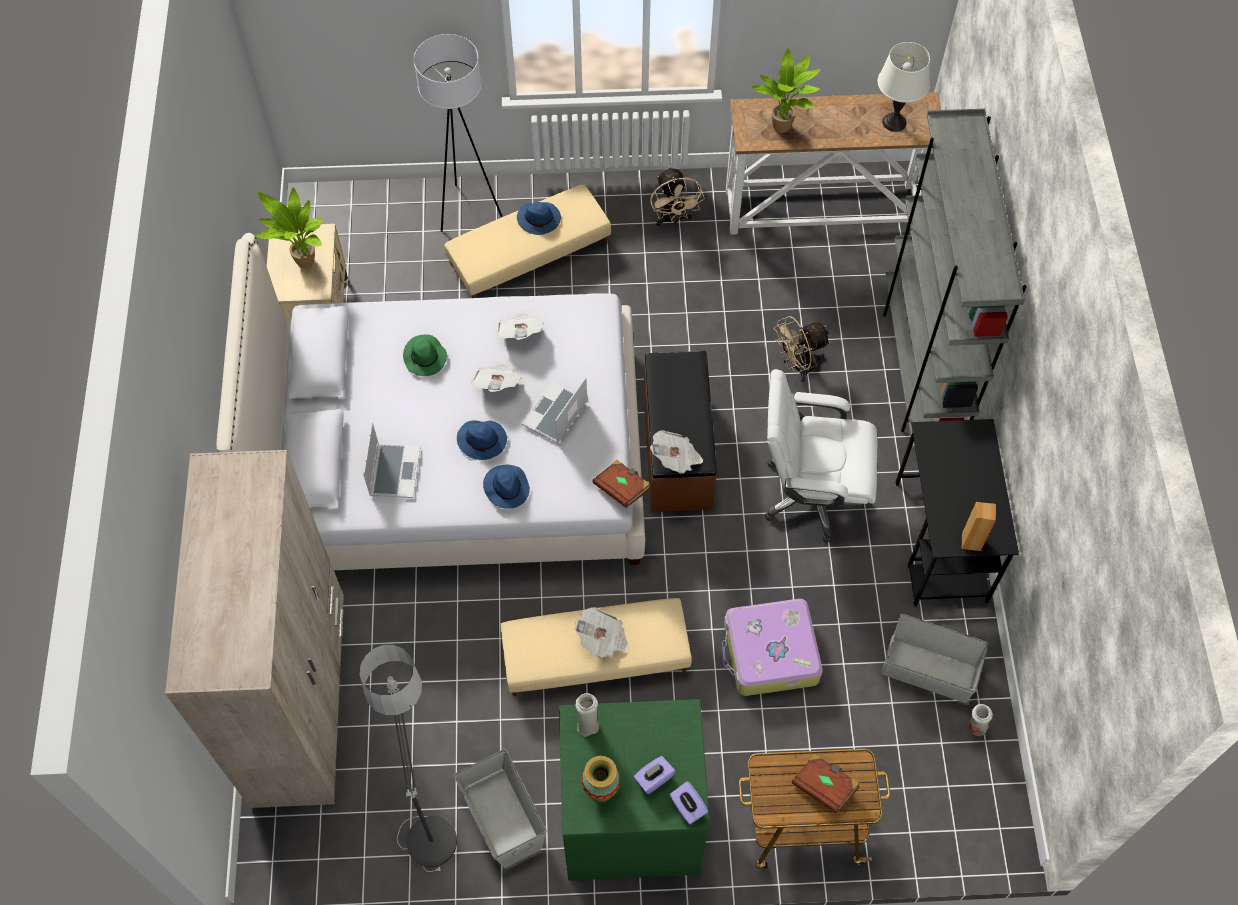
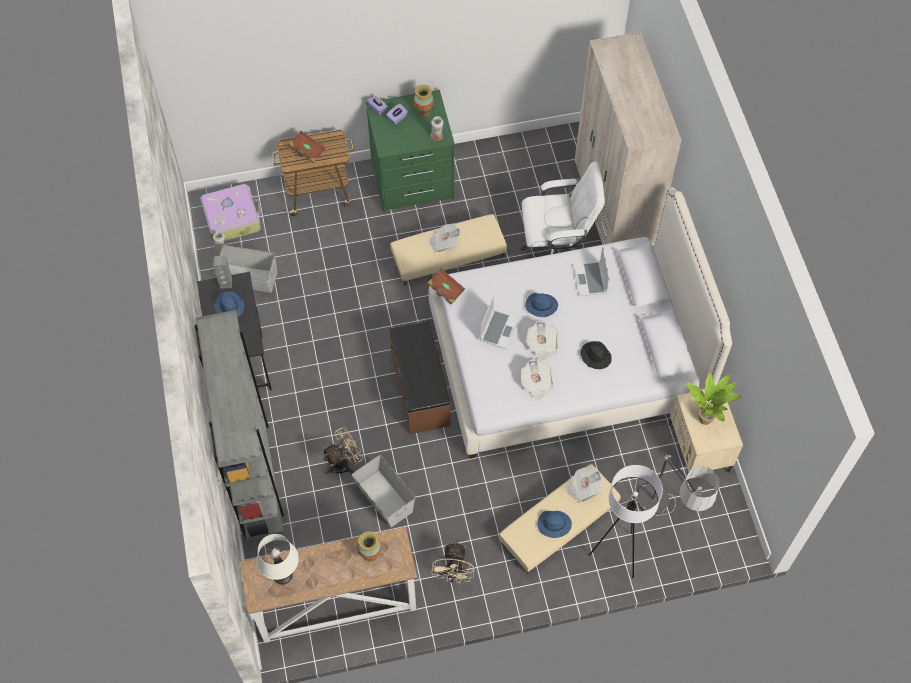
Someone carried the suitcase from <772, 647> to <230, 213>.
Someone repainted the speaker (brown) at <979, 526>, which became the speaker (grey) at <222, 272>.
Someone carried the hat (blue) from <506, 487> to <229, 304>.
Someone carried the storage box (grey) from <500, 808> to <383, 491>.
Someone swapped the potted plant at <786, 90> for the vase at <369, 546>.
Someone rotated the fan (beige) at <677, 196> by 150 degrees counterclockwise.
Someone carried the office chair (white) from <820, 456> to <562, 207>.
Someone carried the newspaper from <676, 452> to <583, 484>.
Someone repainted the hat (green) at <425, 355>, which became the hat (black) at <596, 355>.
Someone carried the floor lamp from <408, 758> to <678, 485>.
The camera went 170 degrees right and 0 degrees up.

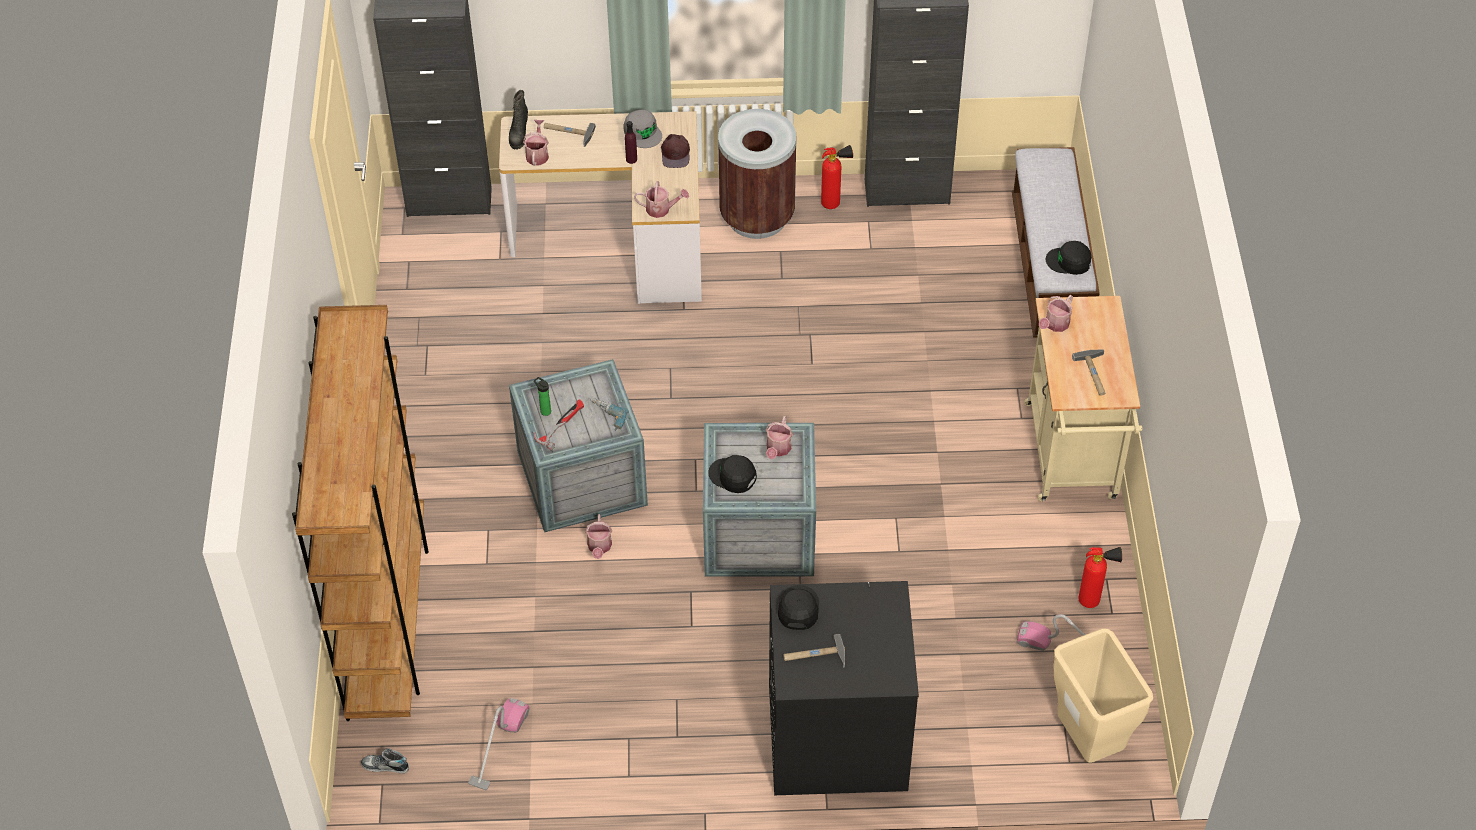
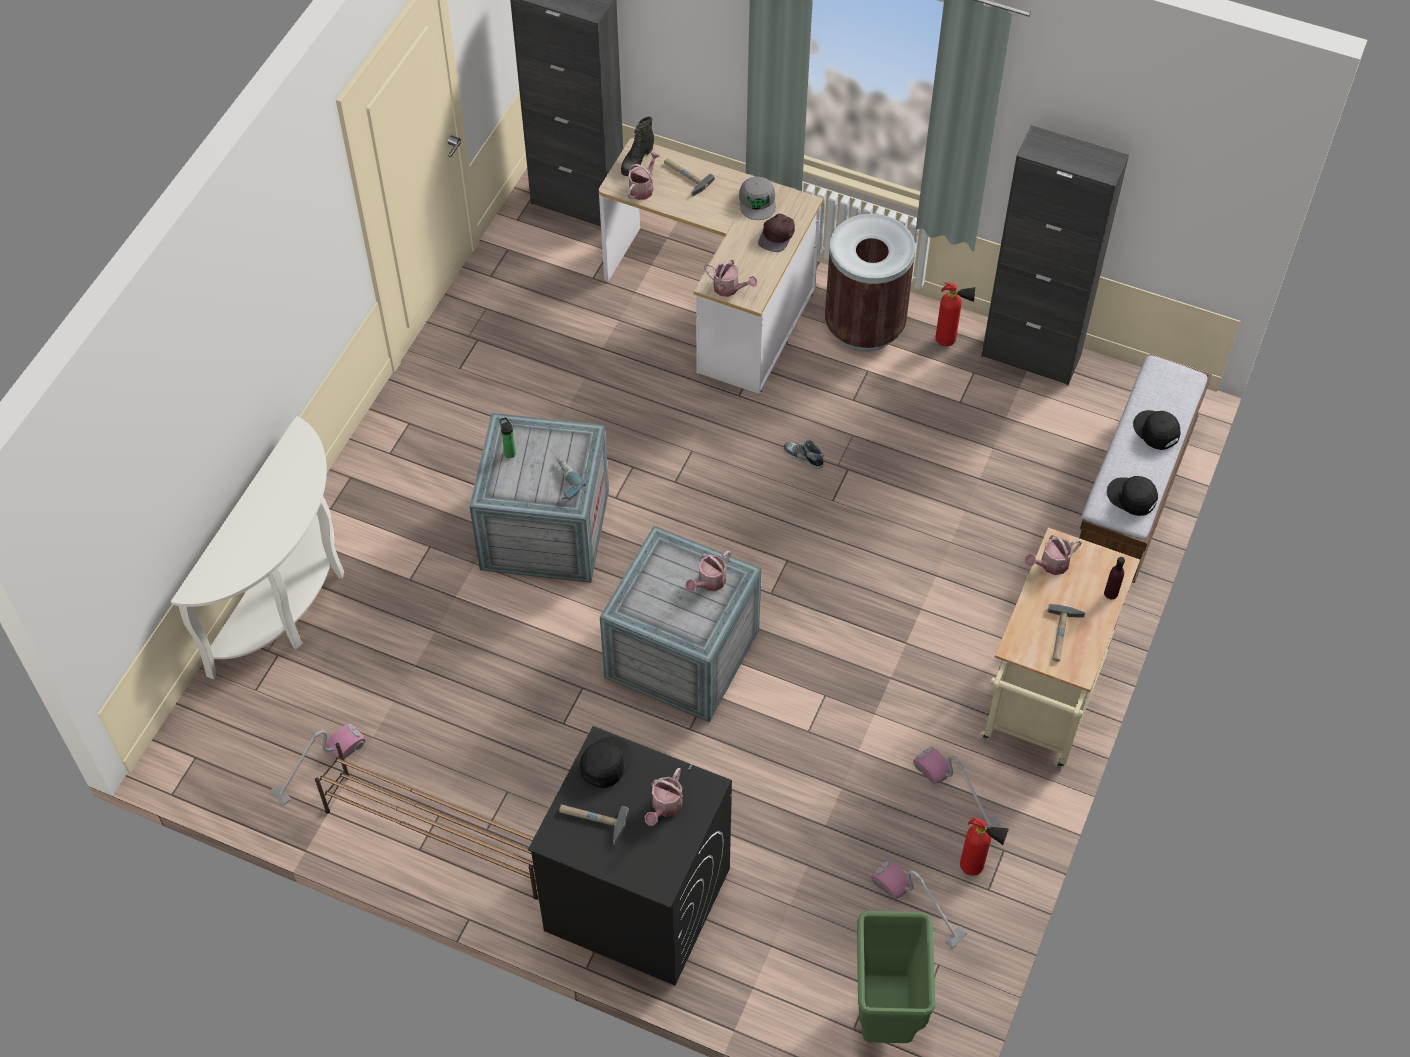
Someone swapped the bookcase (brown) at <360, 513> for the console table (white) at <257, 547>.
Someone put down the shoe rack (brown) at <426, 821>.
Someone carried the watering can from <598, 536> to <663, 797>.
Someone carried the shoe from <385, 761> to <803, 454>.
Someone repainted the trash can (beige) at <1103, 696>, which became the trash can (green) at <896, 977>.
Someone put down the vacuum cleaner at <957, 787>.
Someone carried the bottle (purple) from <631, 142> to <1114, 578>.
Someone carried the cap (black) from <732, 474> to <1156, 430>.
Someone took away the hammer at <559, 424>.
The camera went 25 degrees right and 5 degrees up.

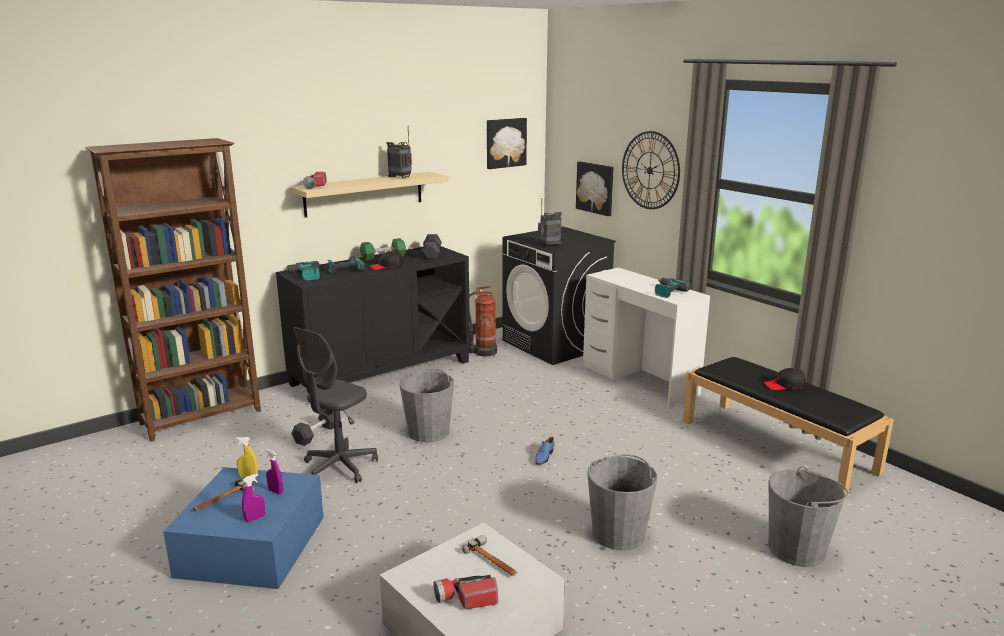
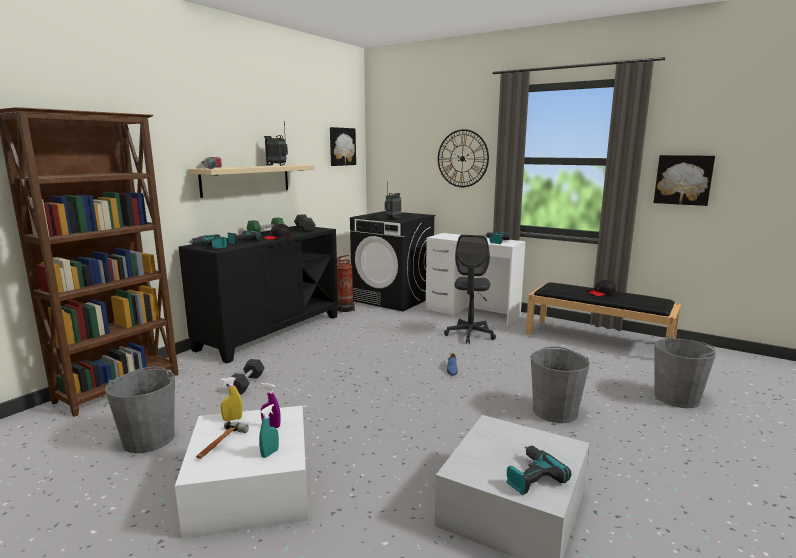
Someone carried the bucket (grey) from <427, 405> to <140, 409>.
Someone repainted the storage box (blue) at <243, 528>, which became the storage box (white) at <241, 472>.
Someone repainted the spray bottle (purple) at <253, 498>, which became the spray bottle (turquoise) at <269, 431>.
Someone carried the office chair (grey) from <336, 405> to <470, 289>.
Someone swapped the flashlight at <465, 592> for the power drill at <539, 470>.
Someone carried the picture from <595, 188> to <684, 180>.
Someone took away the hammer at <489, 555>.
The camera went 20 degrees left and 5 degrees down.

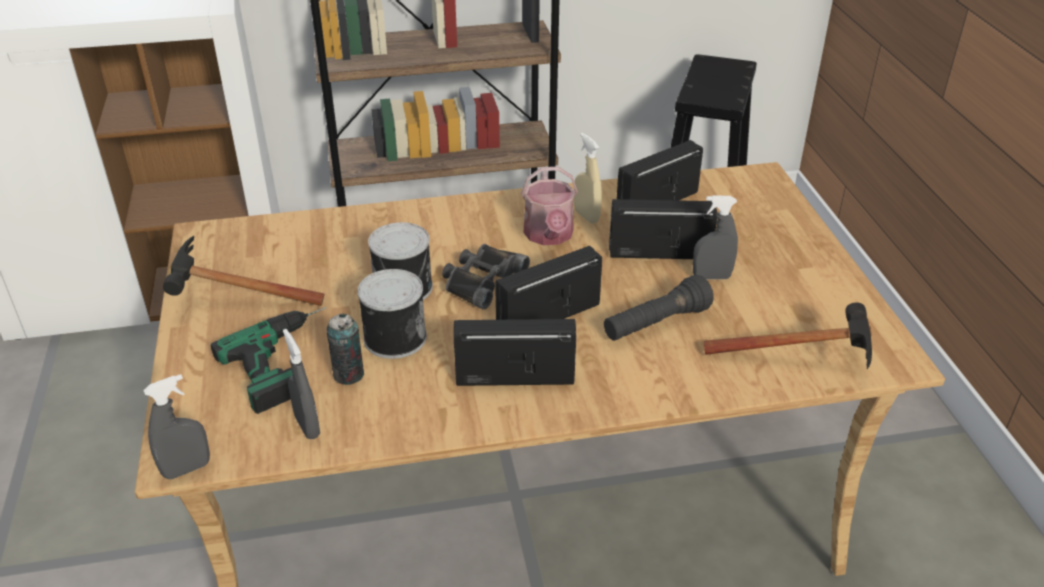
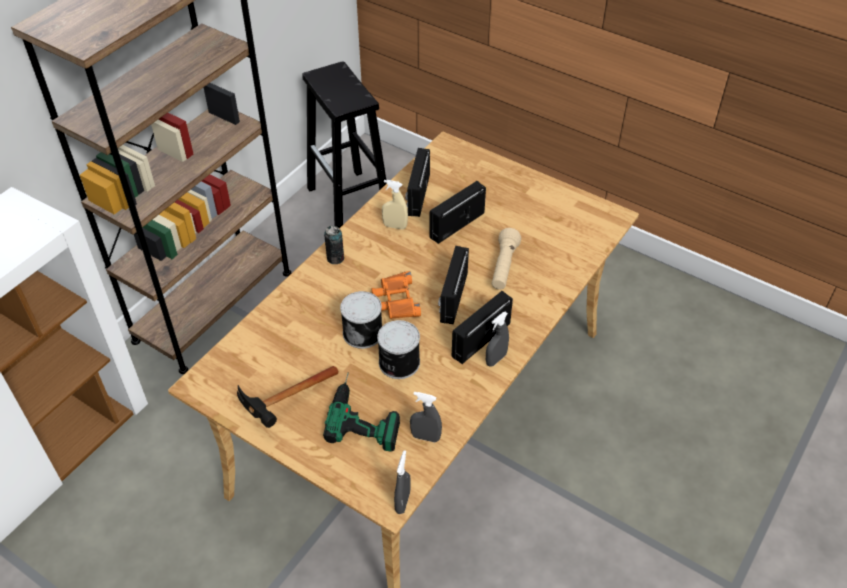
Someone carried the can from <345, 349> to <334, 244>.
Someone repainted the binoculars (black) at <486, 277>, which became the binoculars (orange) at <396, 295>.
Someone carried the spray bottle (grey) from <715, 237> to <497, 339>.
Someone repainted the flashlight (black) at <659, 308>, which became the flashlight (beige) at <506, 259>.
Someone took away the watering can at <549, 205>.
Someone took away the hammer at <788, 336>.
The camera went 45 degrees left and 10 degrees up.

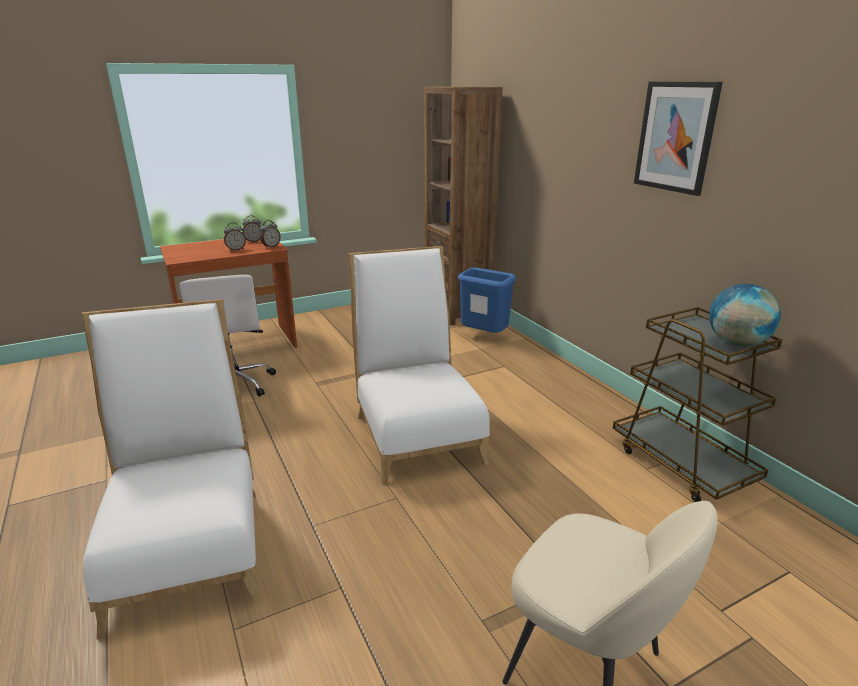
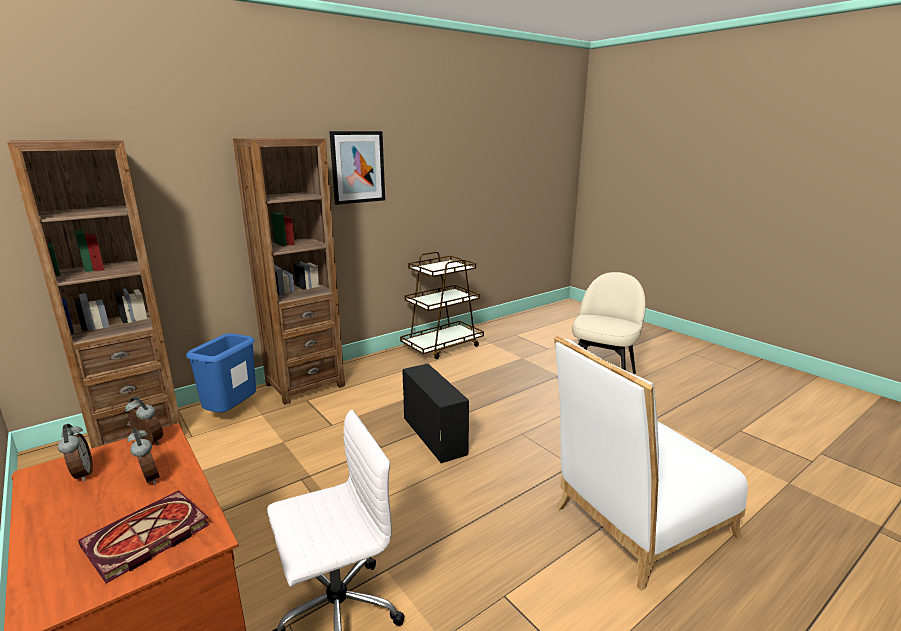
Someone put down the book at <144, 536>.
Someone put down the bookcase (brown) at <289, 271>.
Someone swapped the chair (white) at <418, 365> for the storage box (black) at <435, 413>.
Someone took away the globe at <745, 315>.
The camera went 100 degrees left and 5 degrees down.

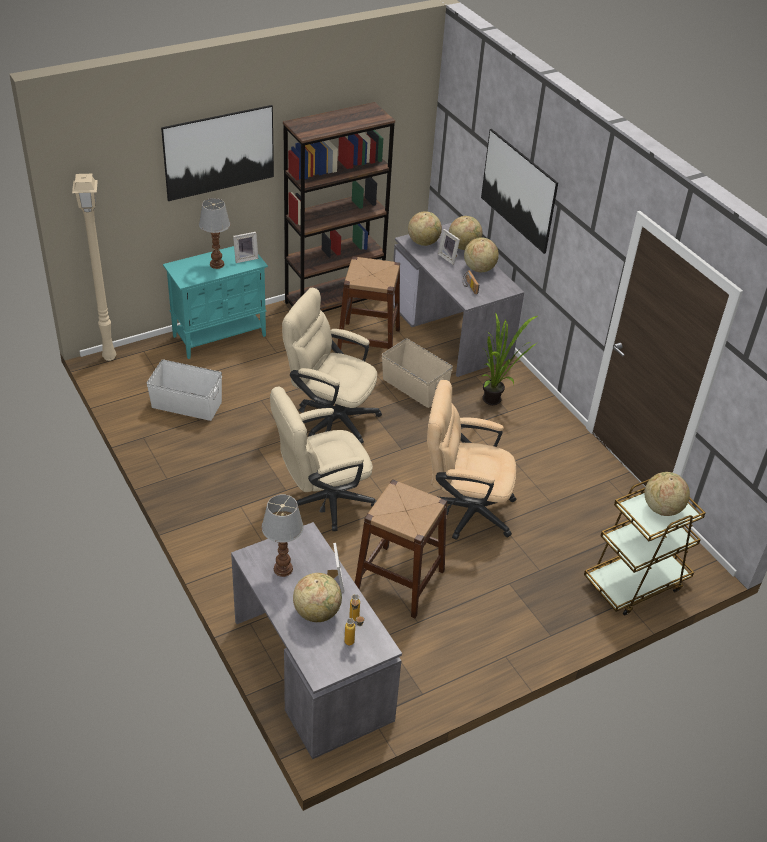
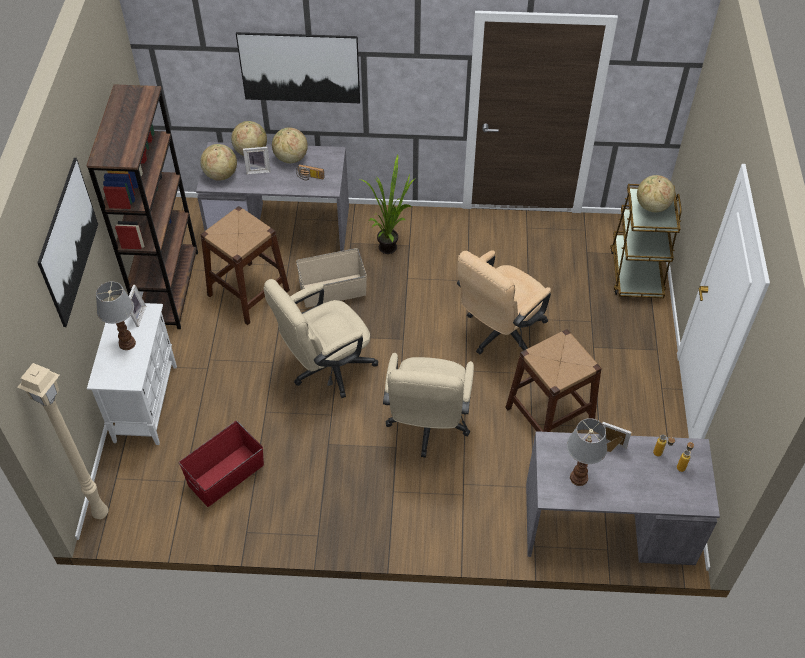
Someone repainted the cabinet (turquoise) at <215, 302>, which became the cabinet (white) at <132, 374>.
Someone repainted the storage box (white) at <184, 390>, which became the storage box (red) at <221, 464>.
Someone took away the globe at <317, 597>.
The camera went 55 degrees left and 10 degrees up.

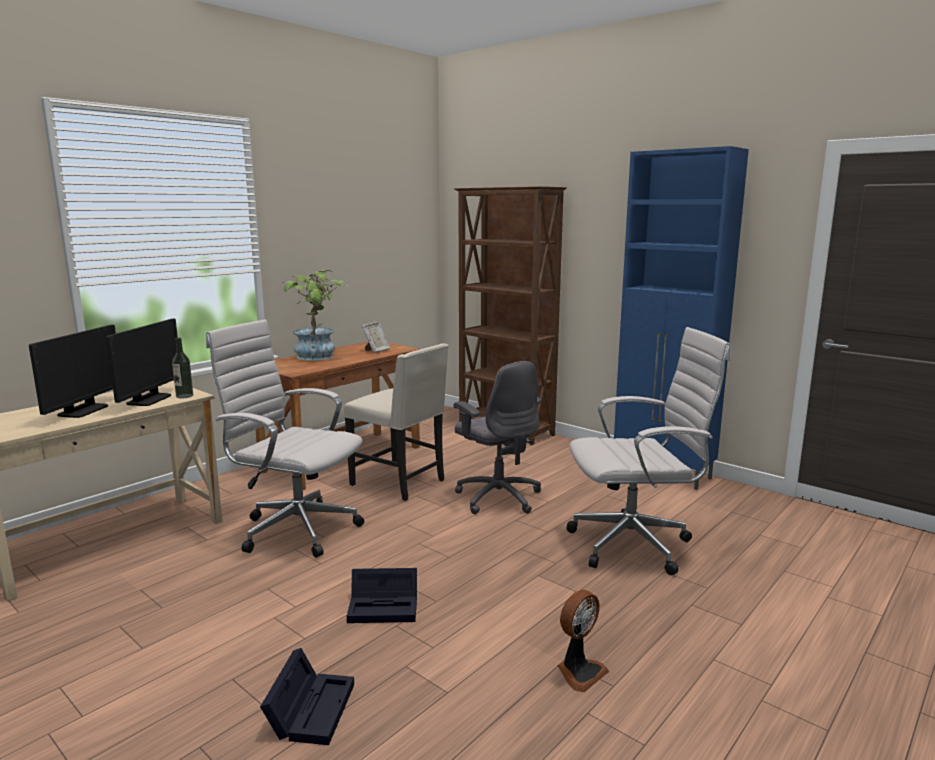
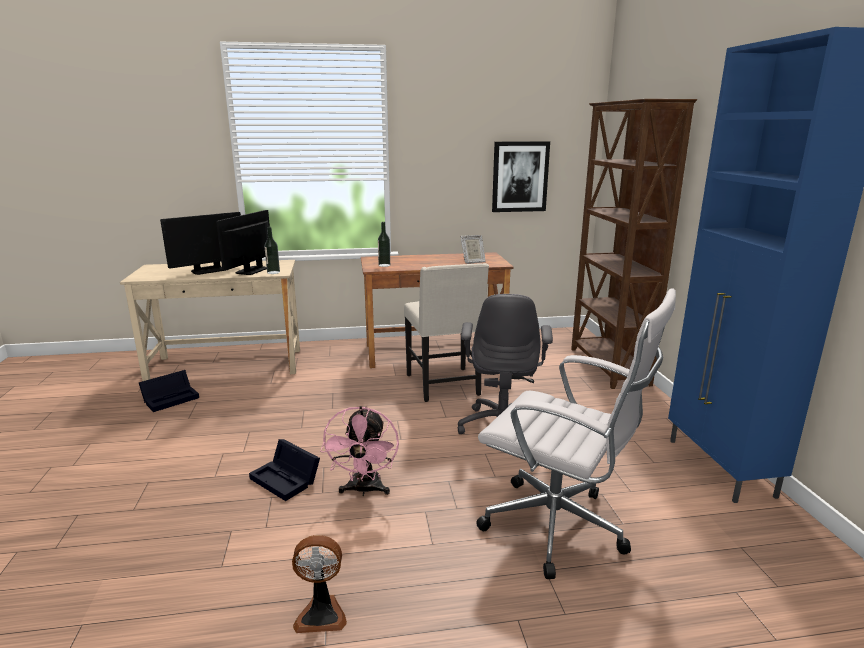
Someone carried the storage box (black) from <307, 696> to <169, 391>.
Someone rotated the monitor at <142, 362> by 150 degrees clockwise.
Someone put down the fan (pink) at <359, 451>.
Someone put down the bottle at <384, 244>.
Someone put up the picture at <521, 176>.
Someone took away the office chair (white) at <285, 438>.
Someone took away the potted plant at <316, 315>.
The camera went 40 degrees right and 5 degrees up.

